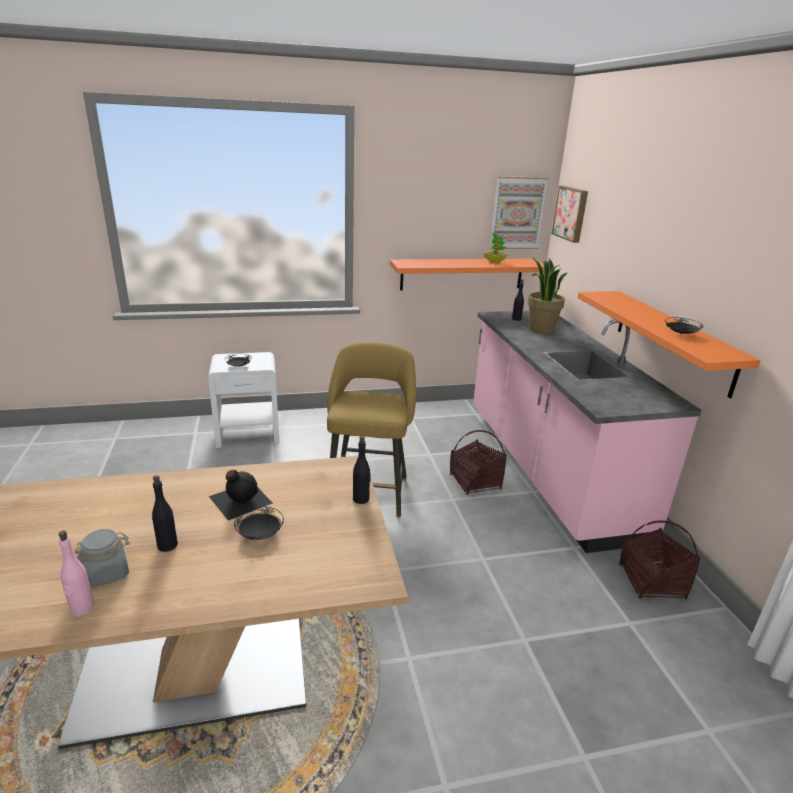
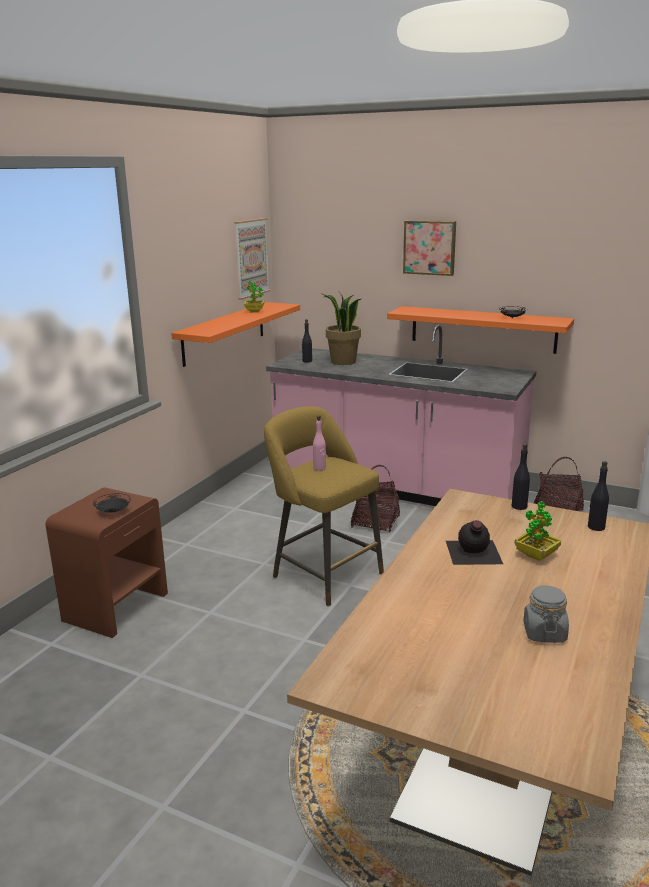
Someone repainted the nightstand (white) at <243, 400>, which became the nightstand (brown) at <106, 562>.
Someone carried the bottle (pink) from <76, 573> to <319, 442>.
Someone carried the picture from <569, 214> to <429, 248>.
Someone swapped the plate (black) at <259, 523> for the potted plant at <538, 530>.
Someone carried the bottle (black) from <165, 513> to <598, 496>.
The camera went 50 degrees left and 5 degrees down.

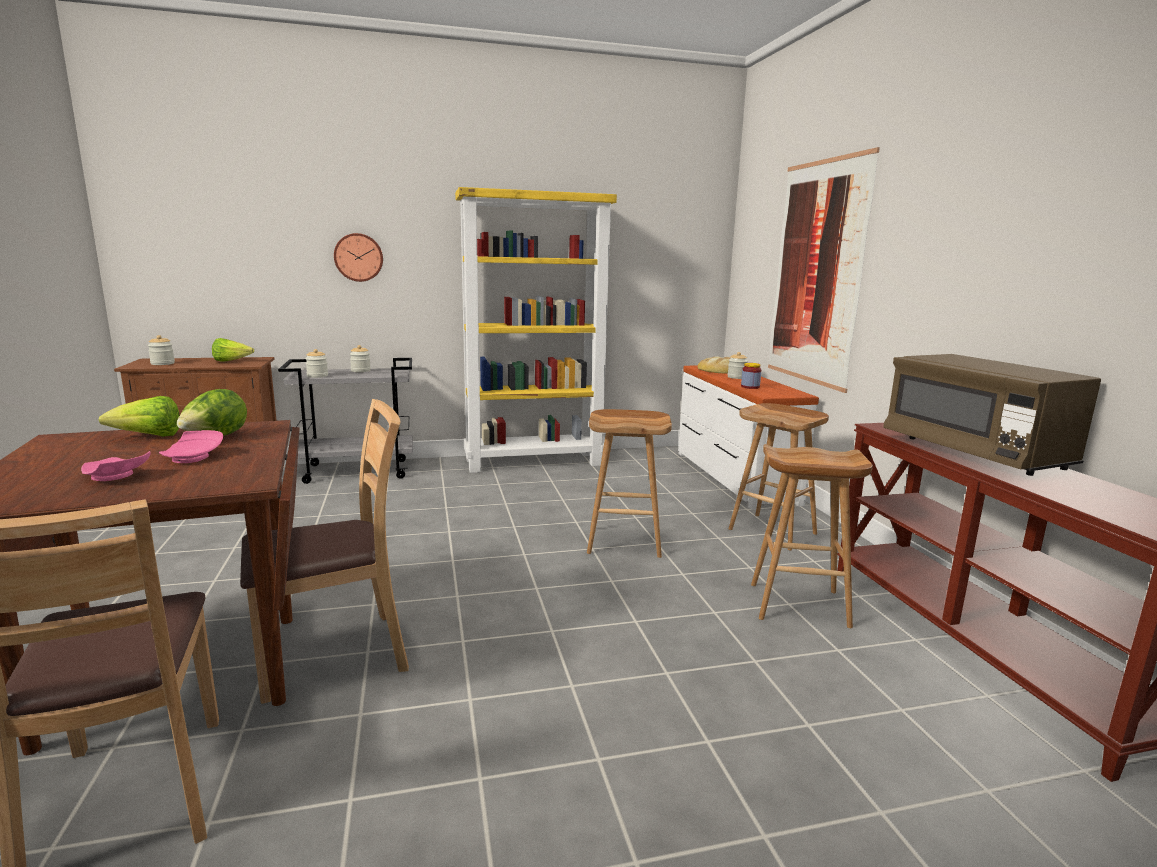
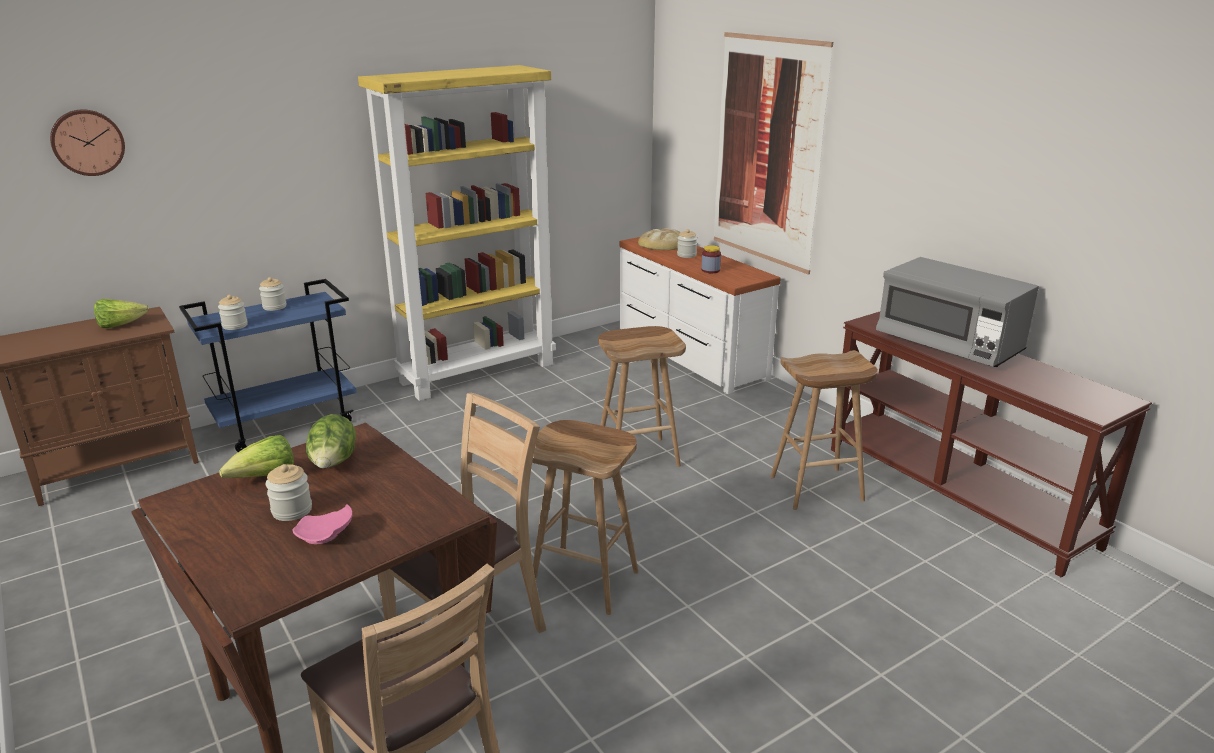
Someone carried the wall clock from <358, 257> to <87, 142>.
Someone repainted the cart (grey) at <345, 421>, which became the cart (blue) at <268, 365>.
Someone carried the jar from <161, 350> to <289, 492>.
Someone carried the stool (brown) from <779, 476> to <585, 517>.
Someone repainted the microwave (brown) at <992, 415>, which became the microwave (grey) at <957, 312>.
Someone took away the plate (pink) at <191, 446>.
The camera went 20 degrees left and 10 degrees up.

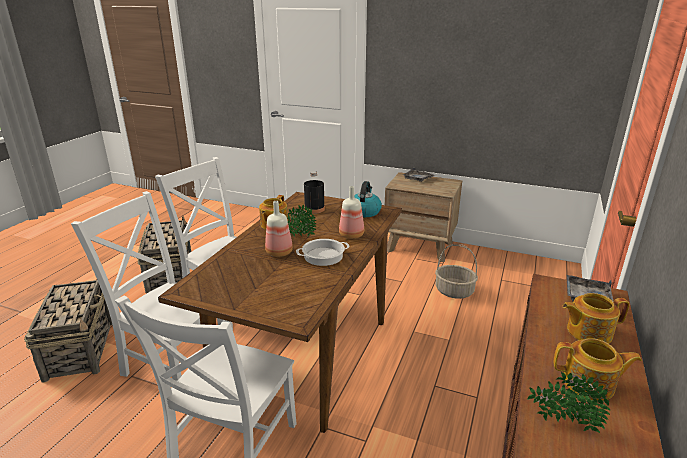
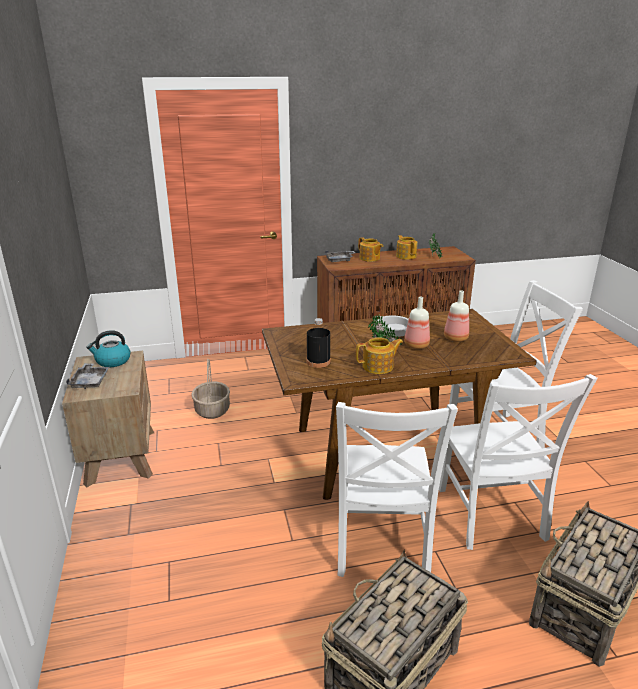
Someone carried the kettle from <368, 199> to <108, 348>.
Someone carried the bottle from <351, 212> to <456, 316>.
The camera went 125 degrees left and 0 degrees up.

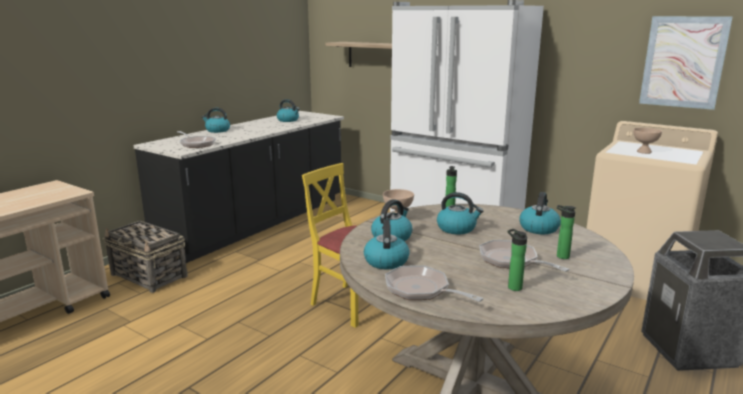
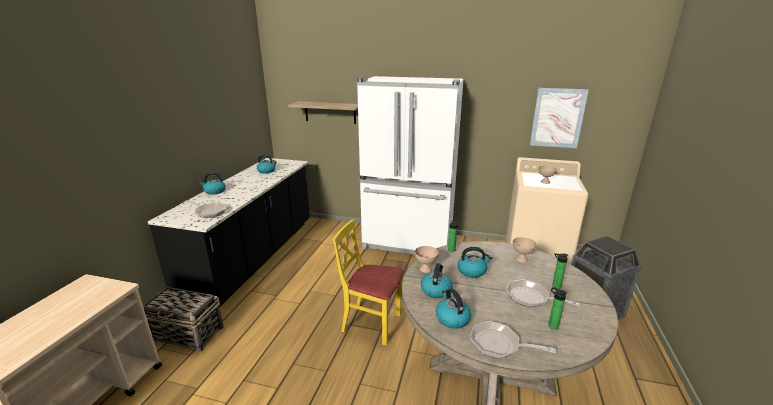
Someone swapped the kettle at <540, 213> for the bowl (beige) at <525, 250>.
The camera went 20 degrees left and 5 degrees up.

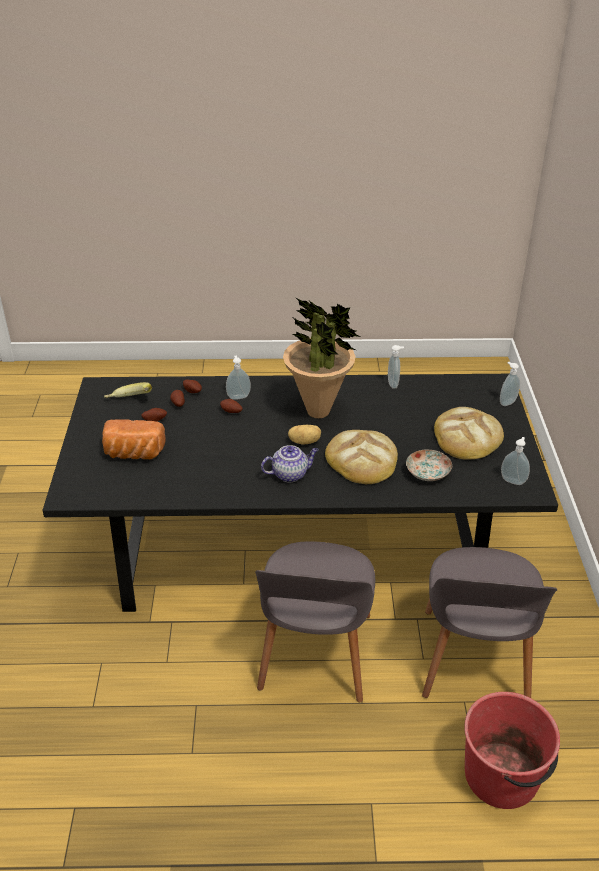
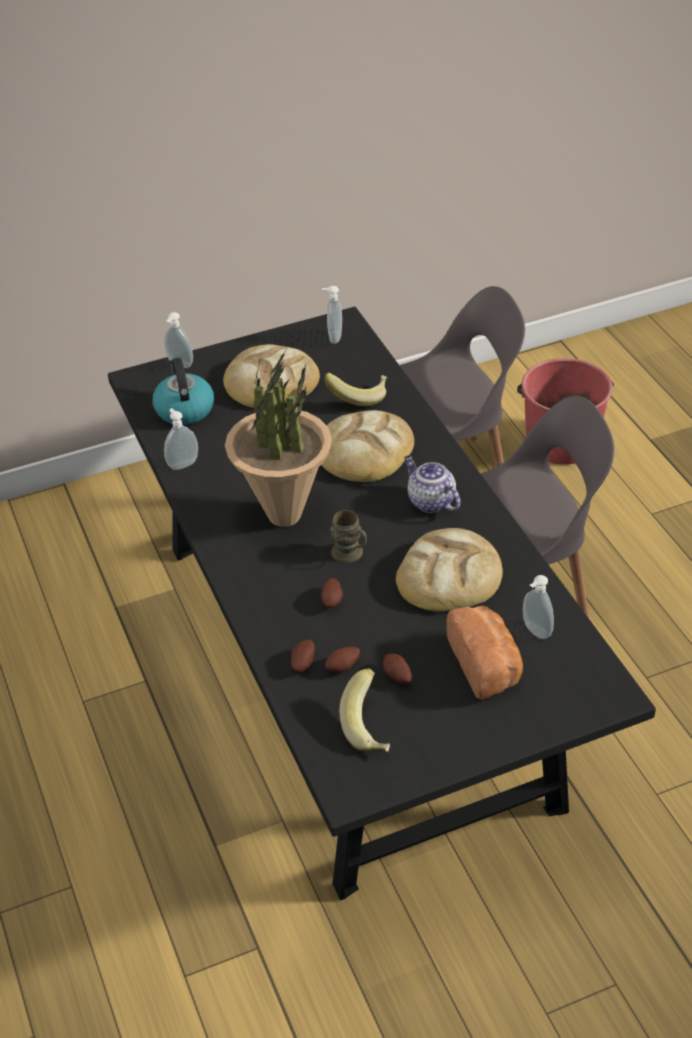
Someone put down the kettle at <183, 391>.
Someone swapped the plate at <429, 465> for the banana at <356, 389>.
Someone put down the mug (brown) at <348, 536>.
Someone put down the bread at <449, 569>.
Someone carried the soap dispenser from <238, 378> to <538, 607>.
Someone took away the potato at <304, 435>.
The camera went 110 degrees left and 5 degrees up.

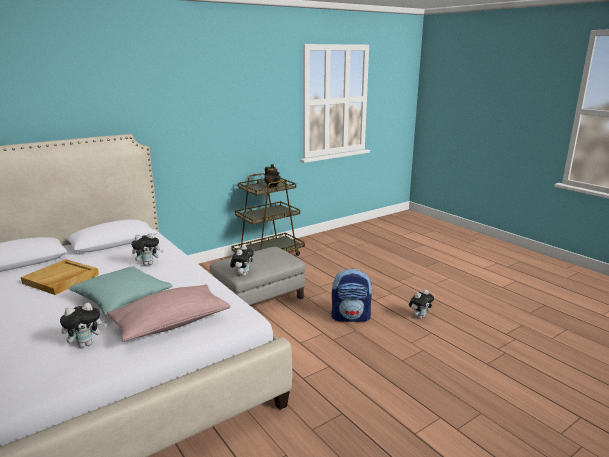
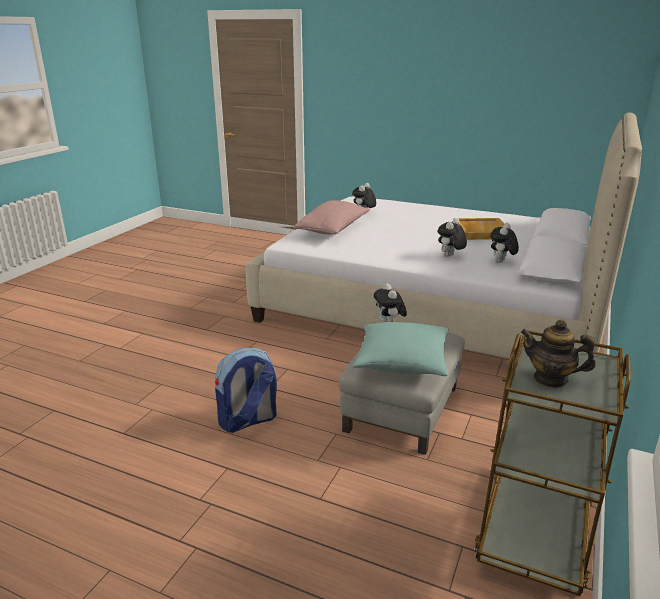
Someone carried the pillow (turquoise) from <120, 291> to <401, 349>.
Someone carried the plush toy from <421, 304> to <504, 243>.
The camera went 150 degrees right and 5 degrees up.

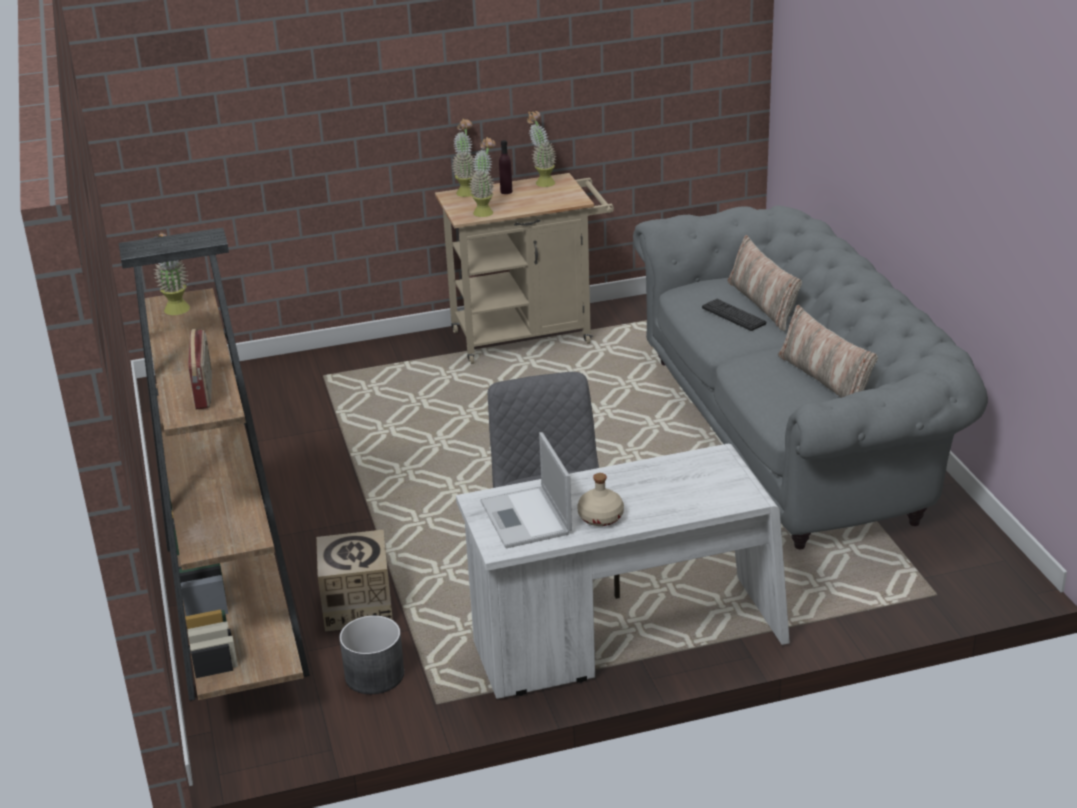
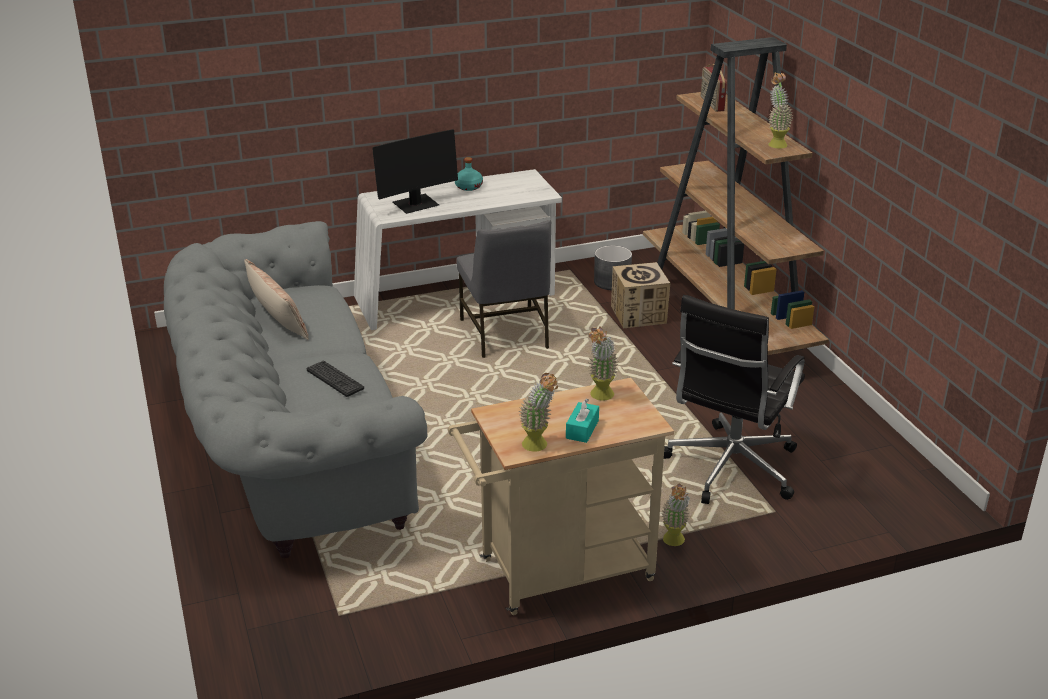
Someone put down the monitor at <415, 171>.
Someone repainted the bottle (beige) at <600, 499>, which became the bottle (turquoise) at <469, 174>.
Someone swapped the bottle (purple) at <505, 167> for the tissue box (turquoise) at <582, 420>.
Someone carried the potted plant from <463, 157> to <676, 515>.
Someone put down the office chair (black) at <734, 399>.
Someone took away the laptop at <526, 490>.
Someone took away the pillow at <765, 283>.
The camera went 175 degrees right and 0 degrees up.

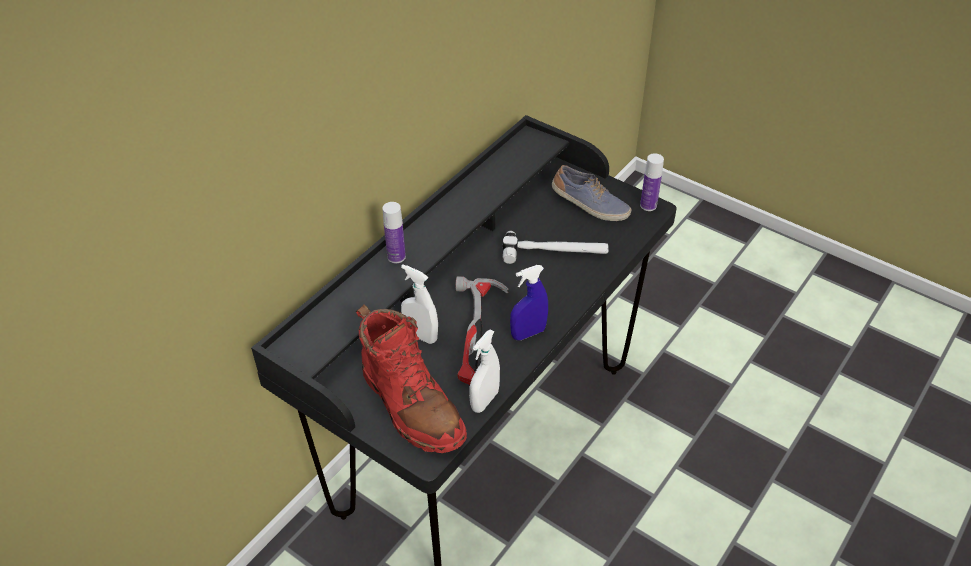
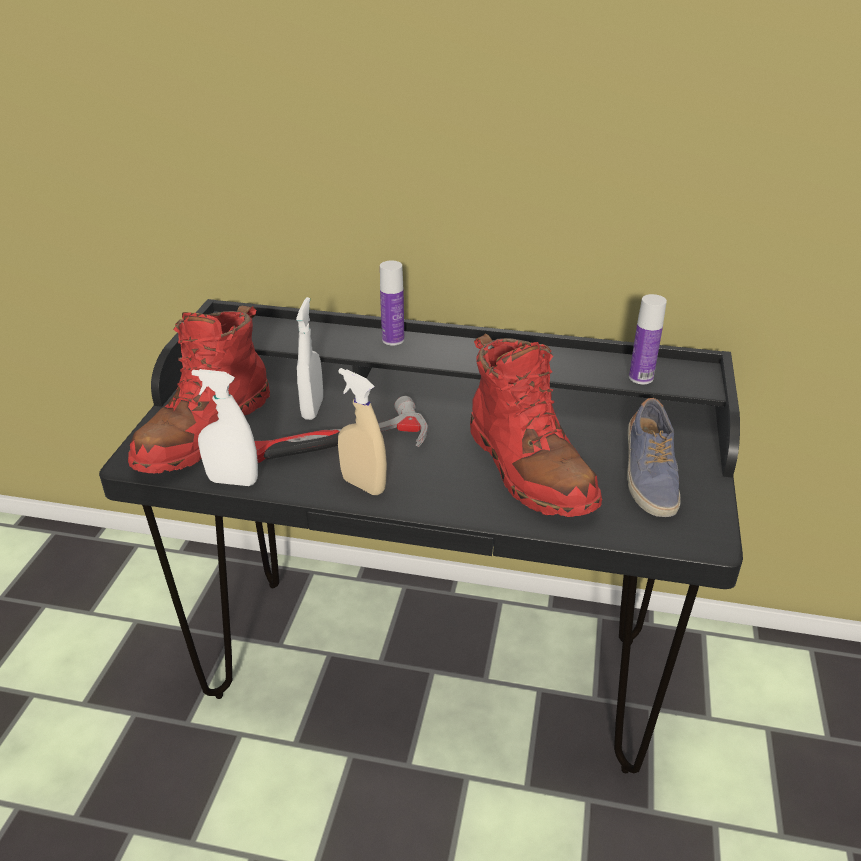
Someone repainted the spray bottle (blue) at <529, 302>, which became the spray bottle (beige) at <362, 431>.
Someone swapped the hammer at <556, 247> for the boot (red) at <536, 425>.
Someone carried the bottle from <652, 182> to <648, 339>.
The camera went 65 degrees right and 10 degrees down.

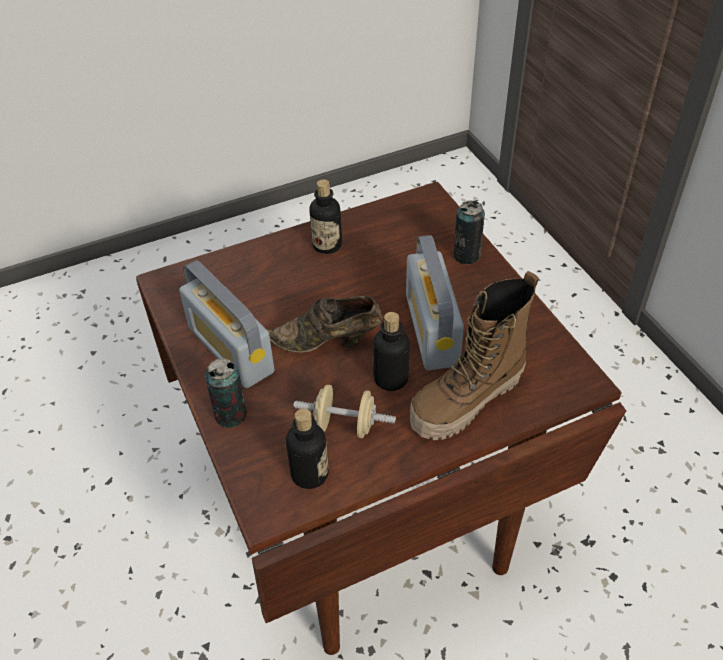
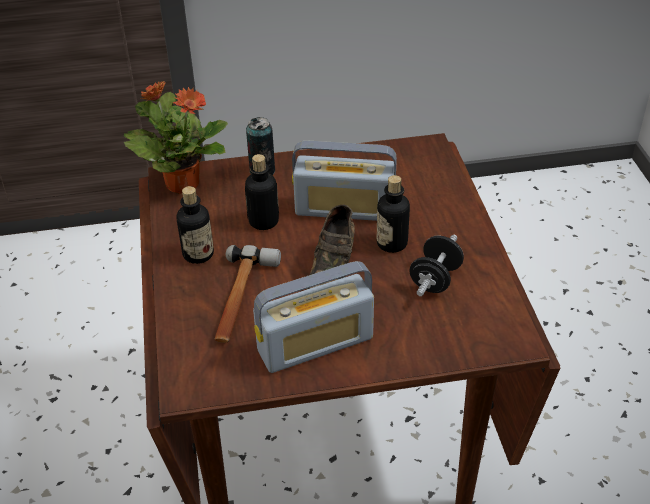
Someone put down the potted plant at <176, 137>.
Someone put down the hammer at <248, 294>.
Someone carried the bottle from <307, 448> to <262, 192>.
Someone repainted the dumbbell (beige) at <344, 411>, which became the dumbbell (black) at <436, 265>.
Someone took away the can at <226, 393>.
Someone took away the boot at <474, 355>.
The camera went 75 degrees left and 5 degrees down.

